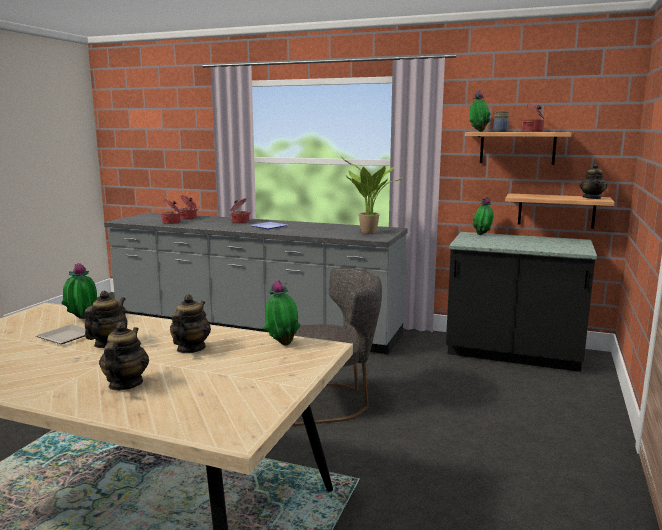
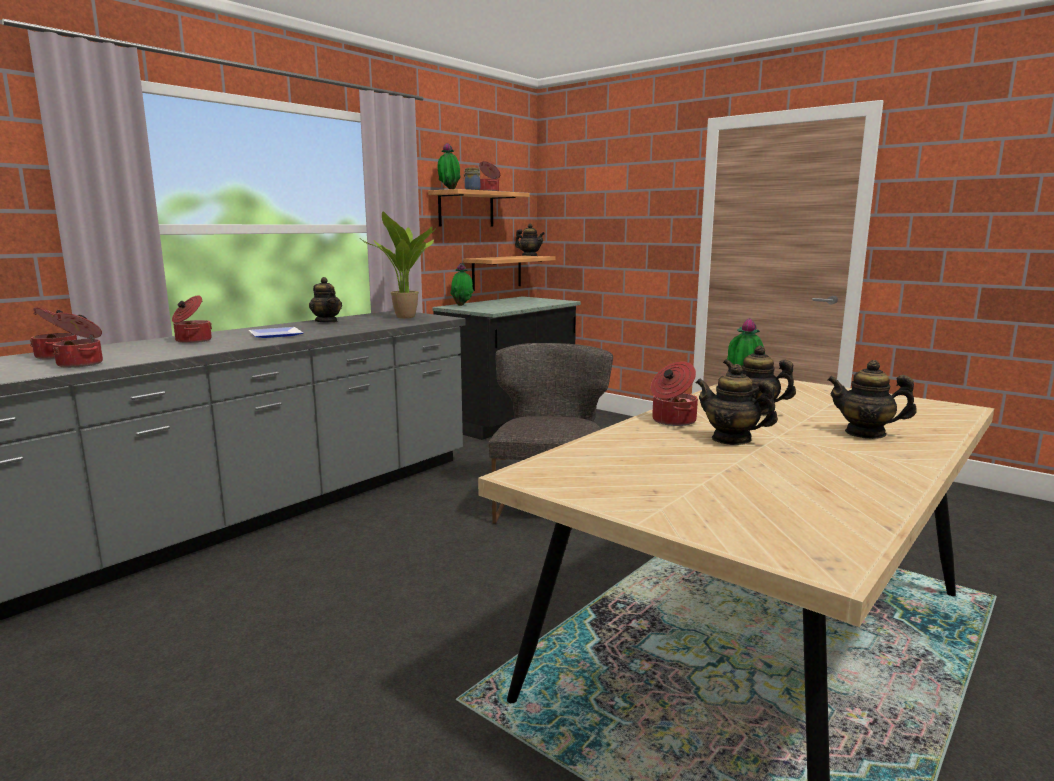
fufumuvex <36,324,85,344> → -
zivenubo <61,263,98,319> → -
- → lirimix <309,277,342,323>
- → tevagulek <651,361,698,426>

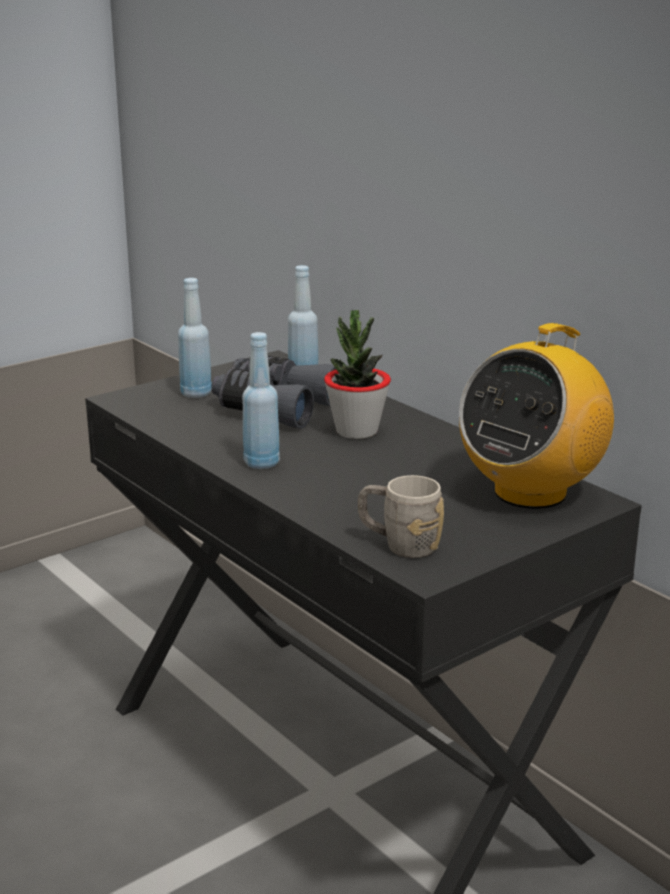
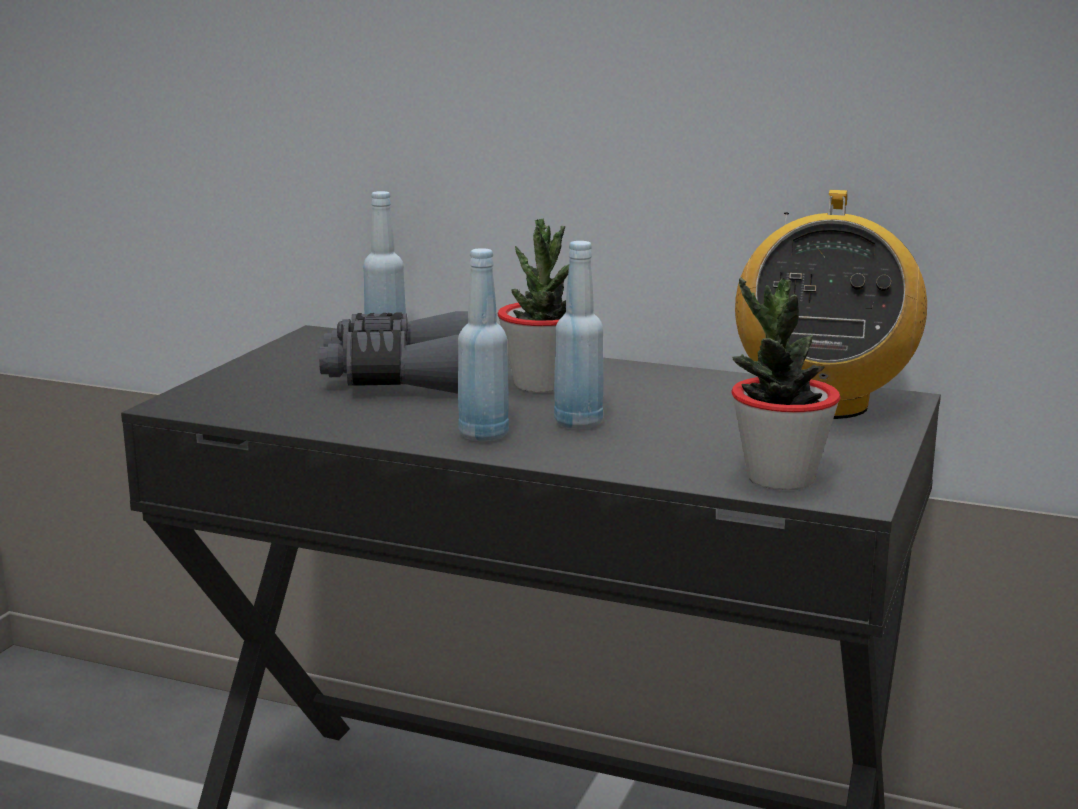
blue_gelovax <178,278,212,398> → blue_gelovax <554,241,603,429>, moved
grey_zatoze <358,475,444,558> → zivenubo <732,277,841,490>

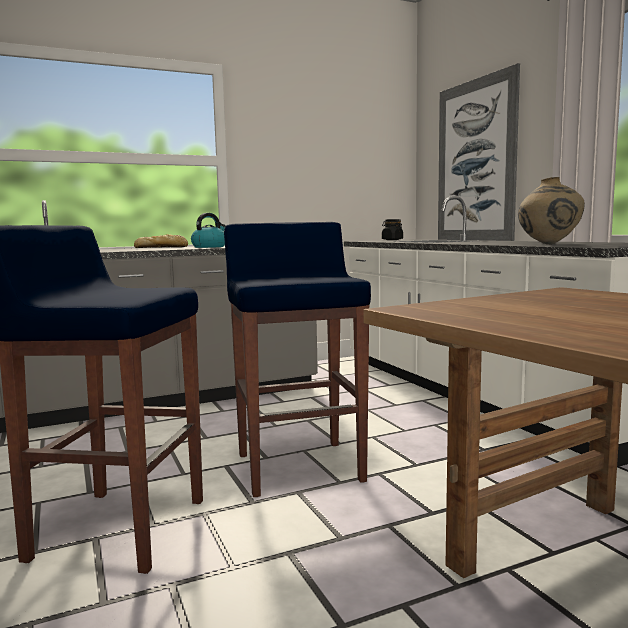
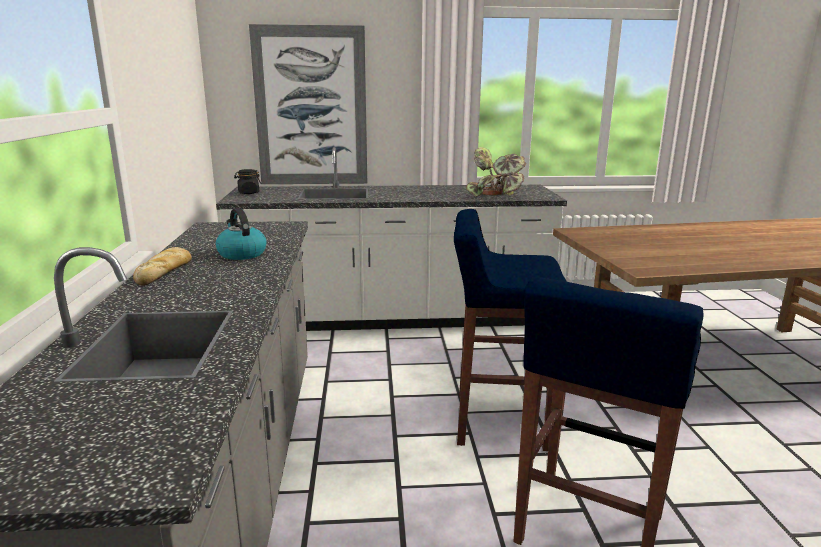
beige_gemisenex <518,177,585,245> → zivenubo <466,147,526,197>

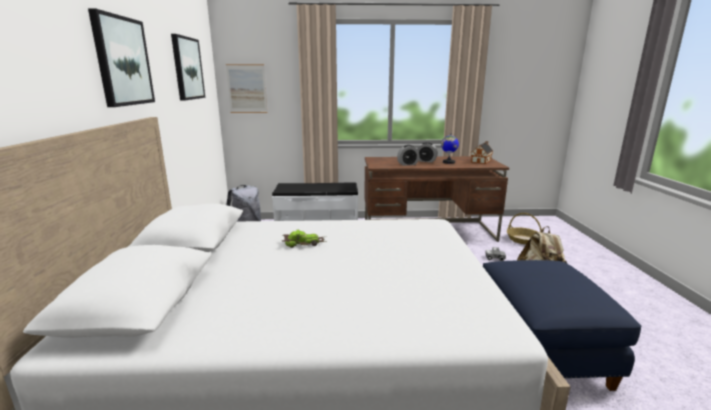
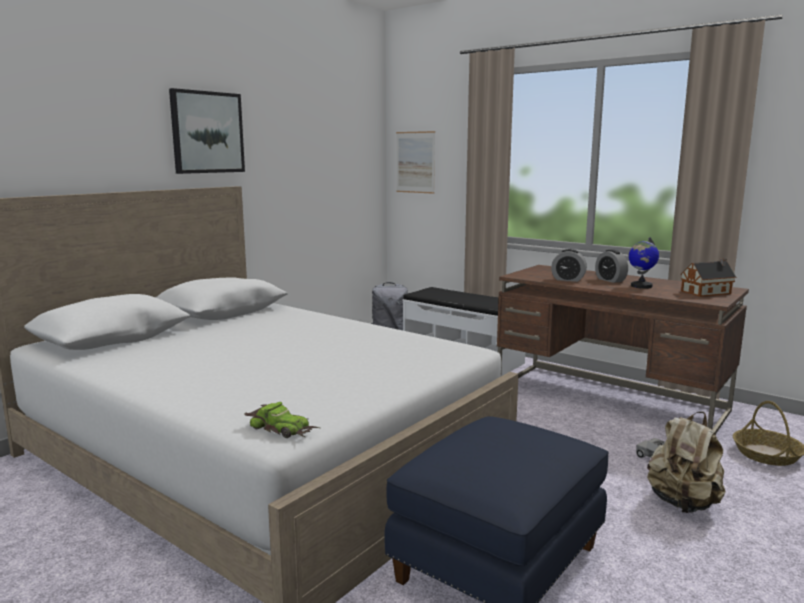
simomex <171,34,205,101> → -
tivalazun <282,230,325,248> → tivalazun <244,402,320,438>, moved

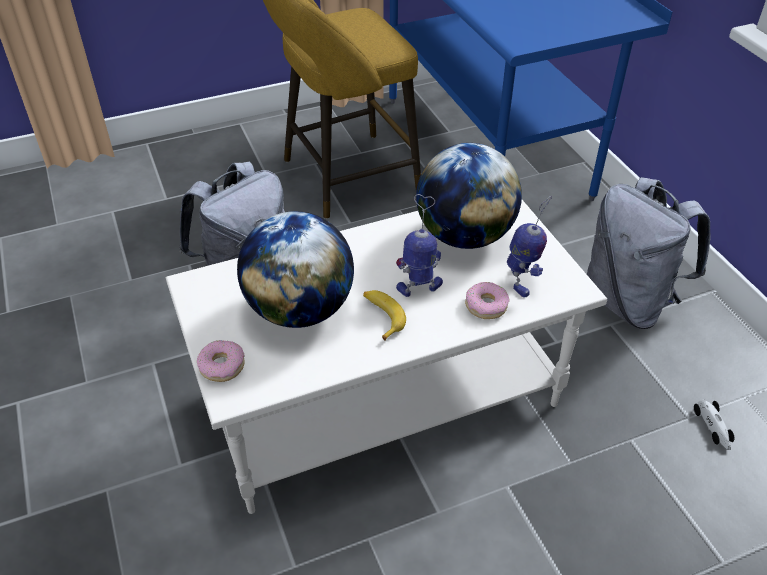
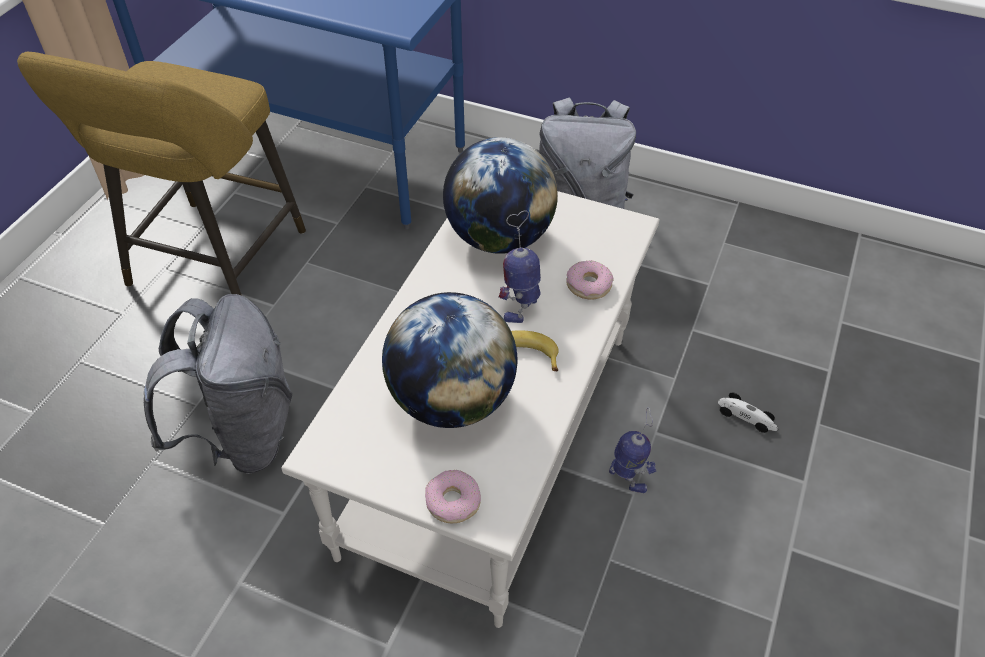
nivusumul <507,196,552,297> → nivusumul <609,408,656,493>, moved
tivalazun <694,400,734,450> → tivalazun <718,392,778,433>, moved

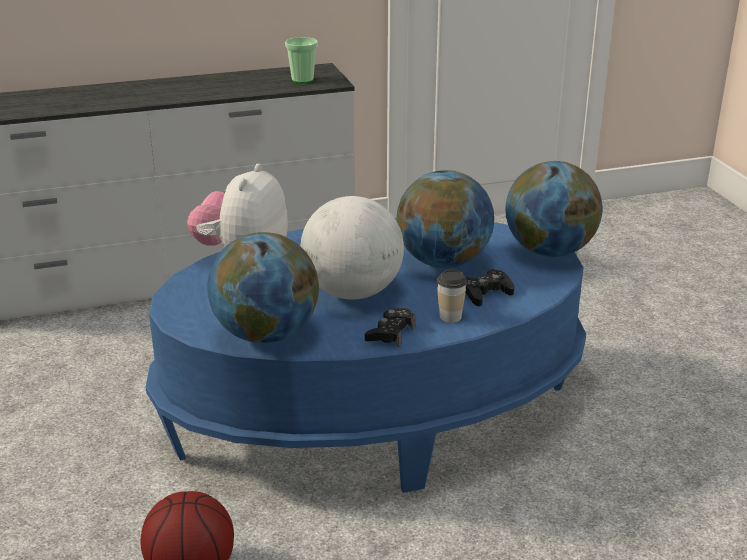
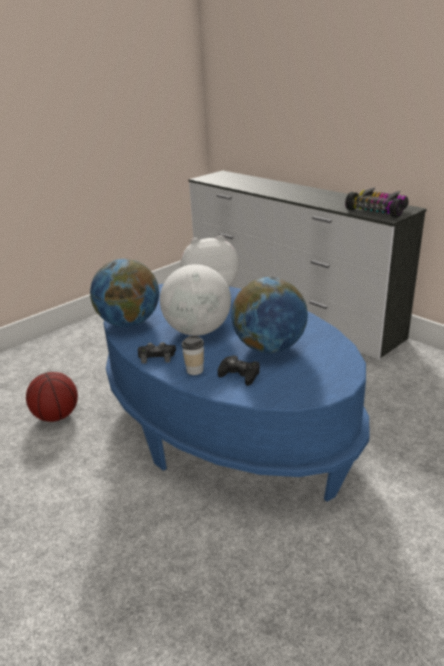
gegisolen <285,37,318,83> → tivalazun <345,187,409,218>
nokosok <506,161,602,257> → -

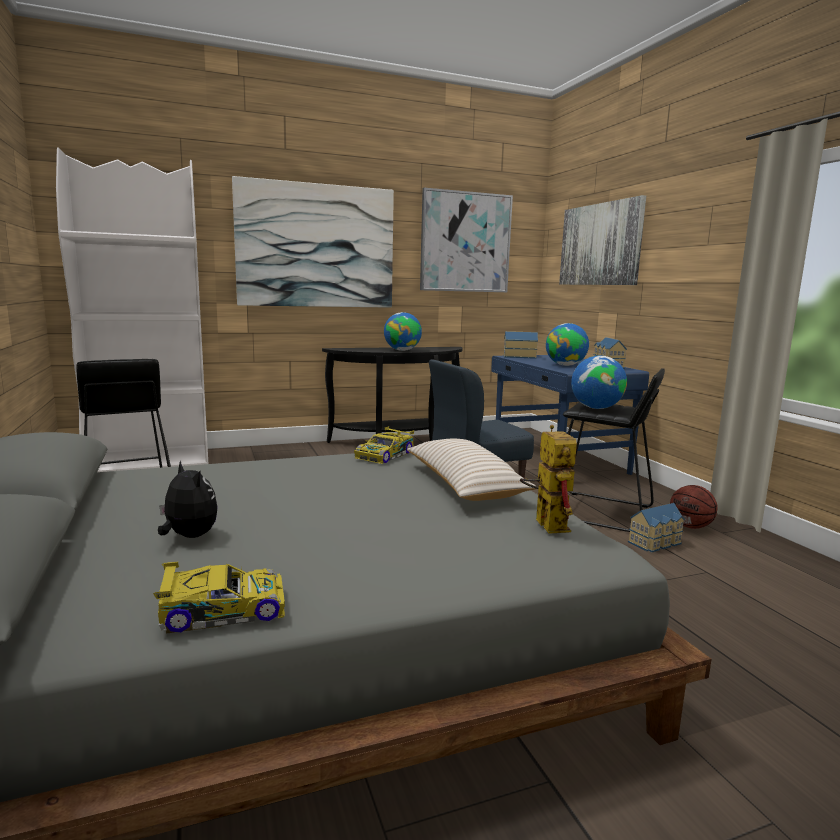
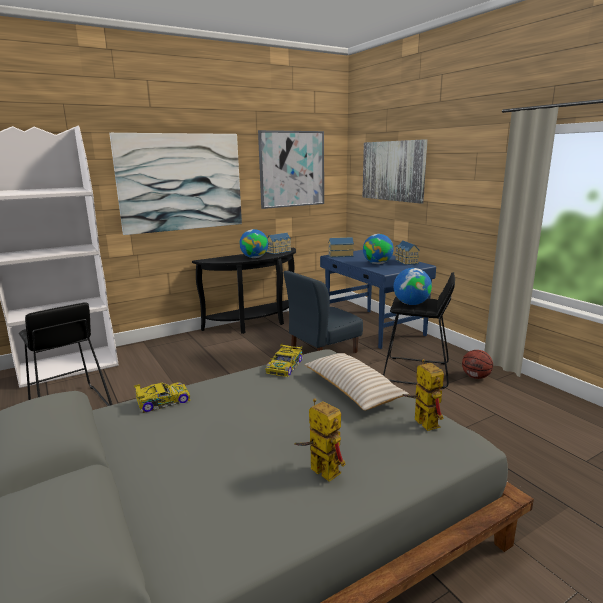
tivalazun <153,562,285,634> → tivalazun <134,383,190,413>, moved
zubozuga <158,461,217,538> → -
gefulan <628,503,685,552> → gefulan <266,233,291,254>, moved
- → nivusumul <294,398,346,482>

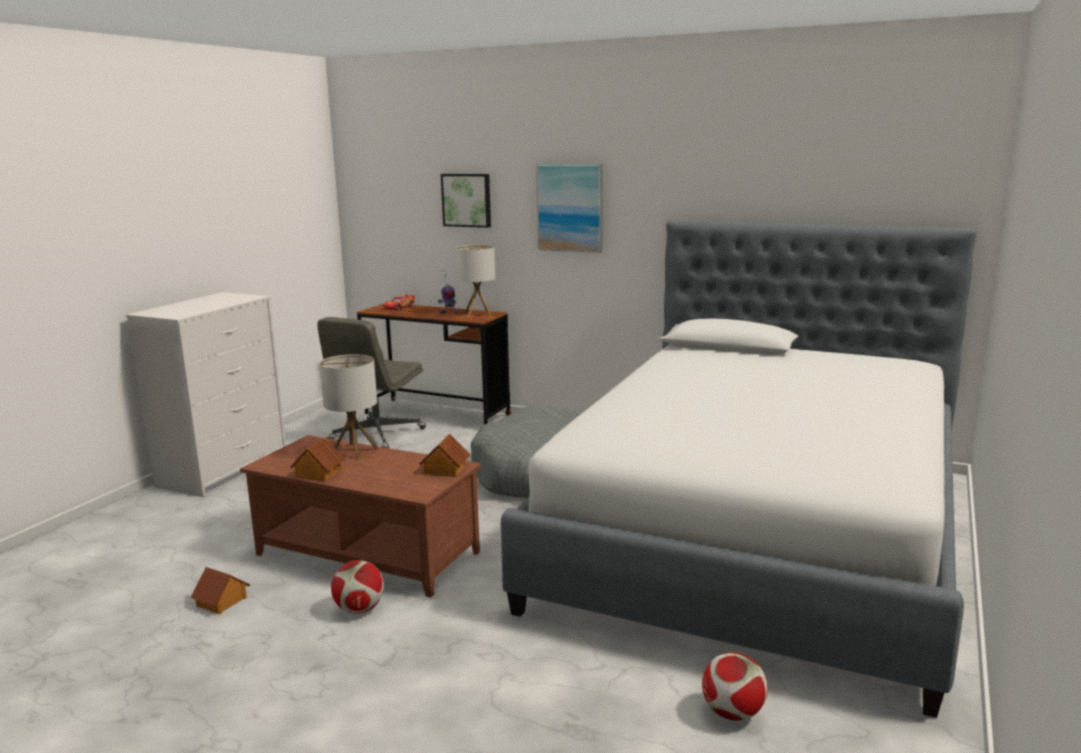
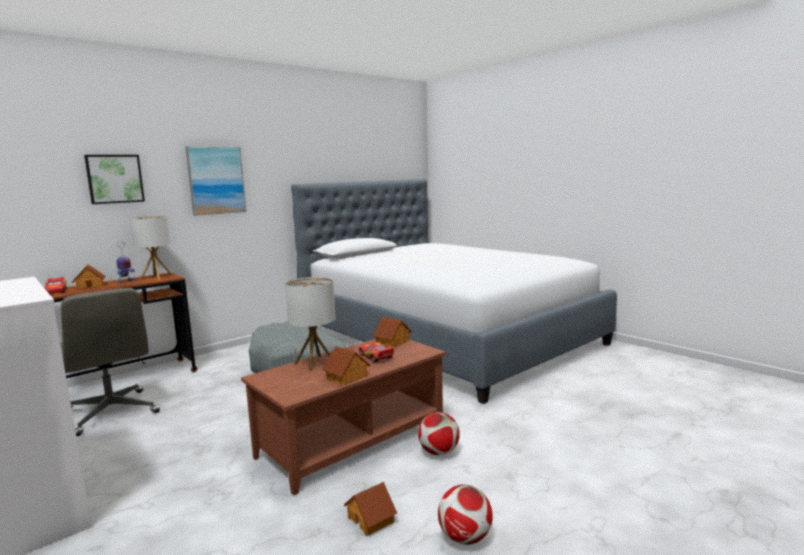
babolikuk <702,652,768,721> → babolikuk <438,484,493,545>, moved
- → gefulan <72,264,105,289>
- → tivalazun <359,343,394,362>

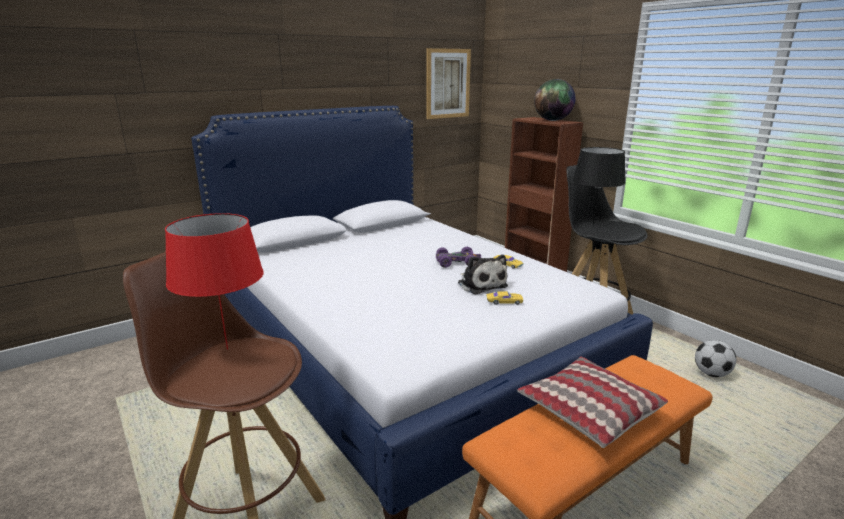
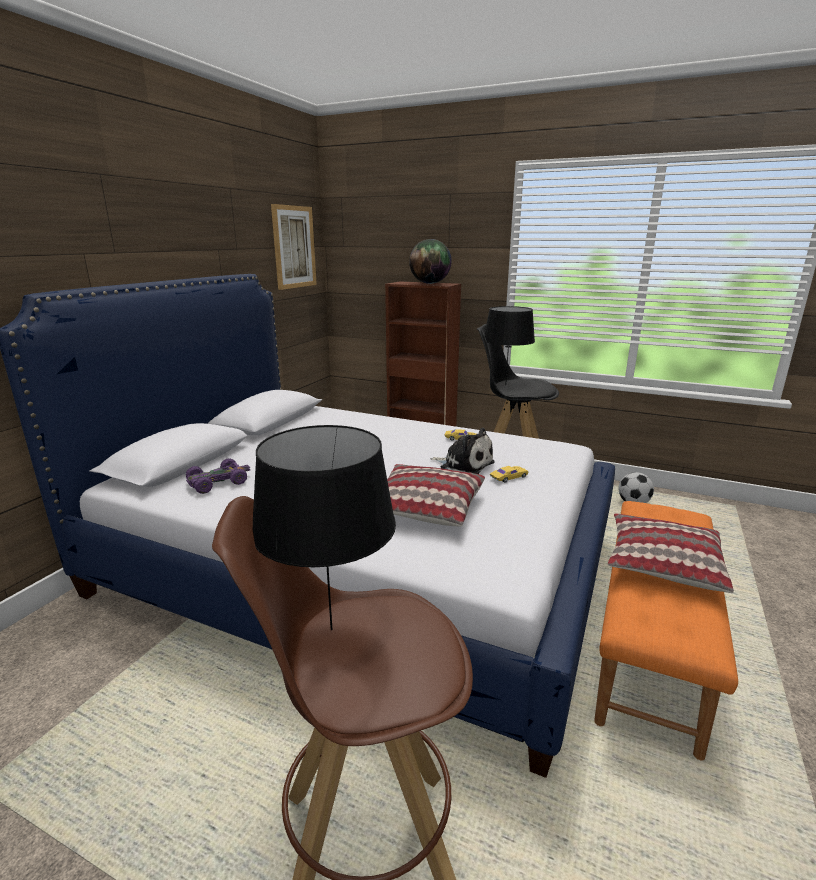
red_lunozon <165,213,264,350> → black_lunozon <253,425,396,630>
purple_tivalazun <436,247,481,268> → purple_tivalazun <186,458,250,494>, moved
- → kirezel <387,464,485,527>

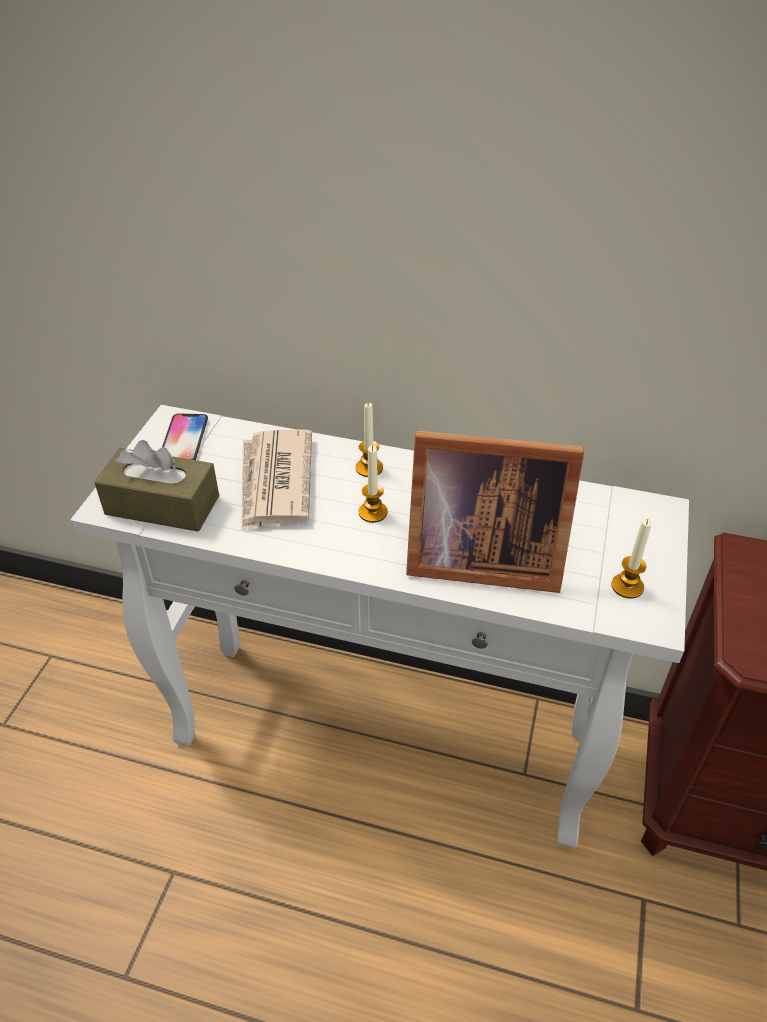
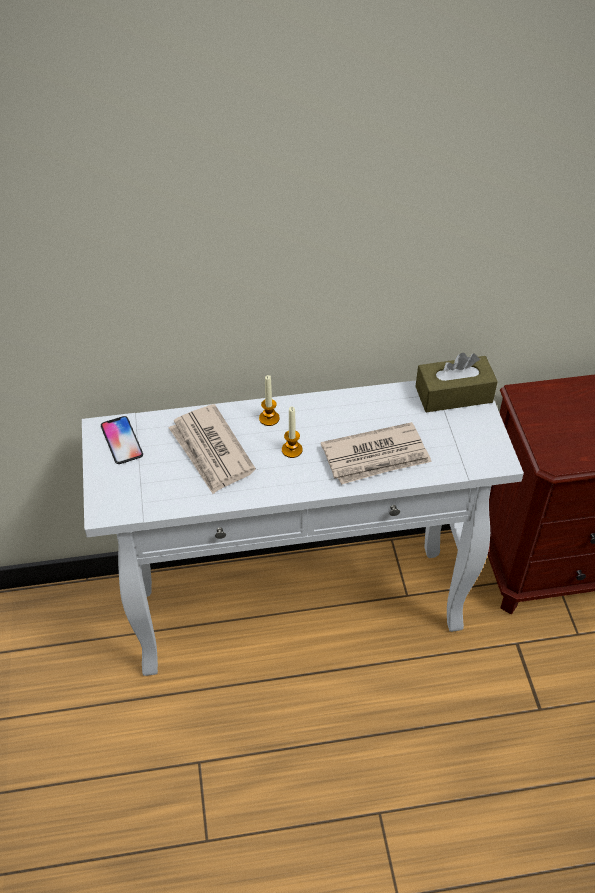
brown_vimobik <94,440,219,532> → brown_vimobik <415,353,498,412>, moved
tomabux <406,431,584,593> → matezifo <321,422,432,485>
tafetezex <611,518,652,599> → -

